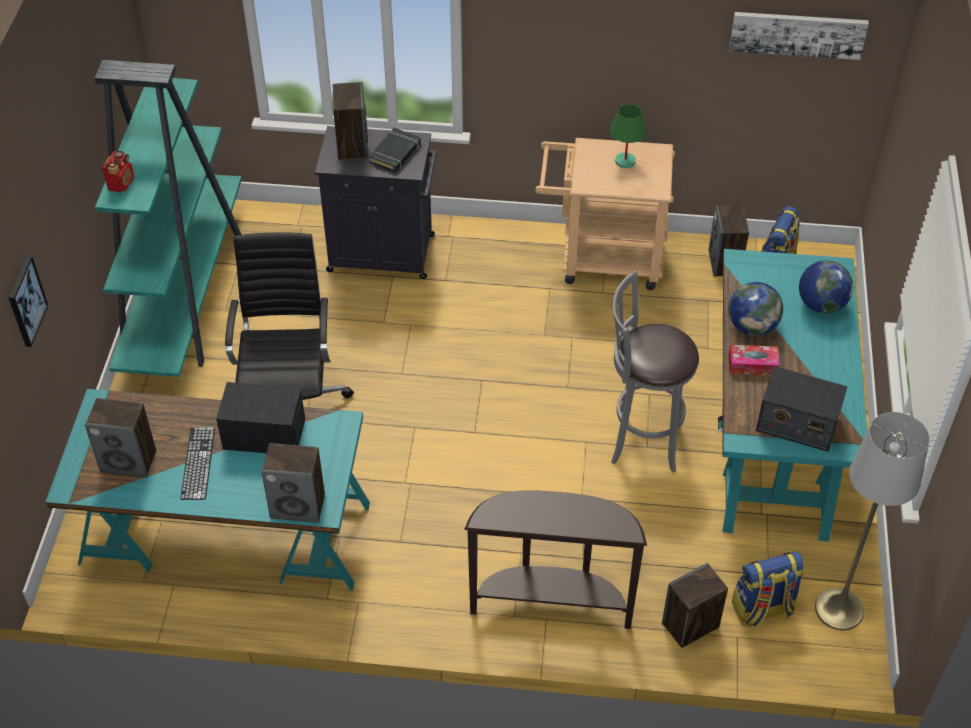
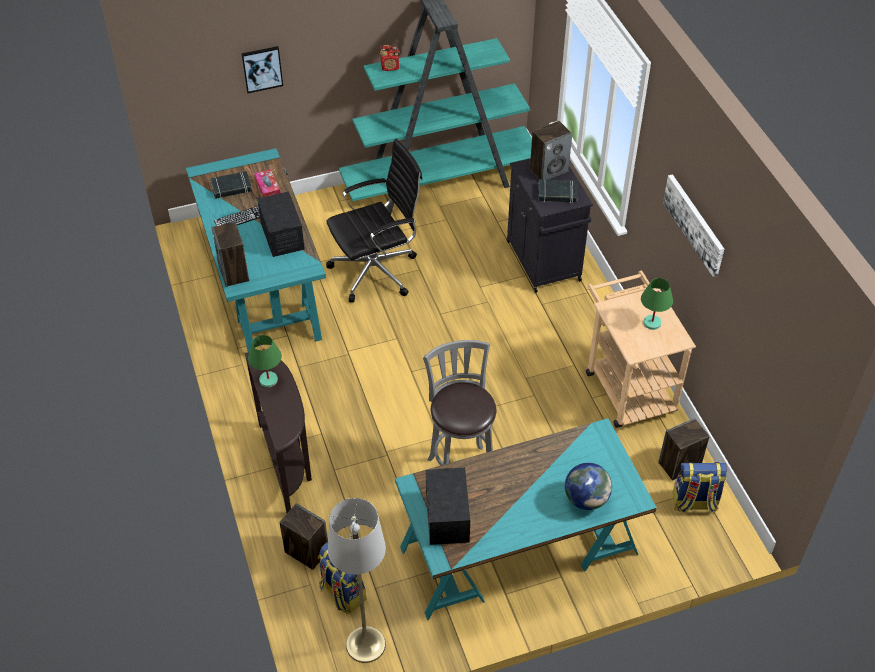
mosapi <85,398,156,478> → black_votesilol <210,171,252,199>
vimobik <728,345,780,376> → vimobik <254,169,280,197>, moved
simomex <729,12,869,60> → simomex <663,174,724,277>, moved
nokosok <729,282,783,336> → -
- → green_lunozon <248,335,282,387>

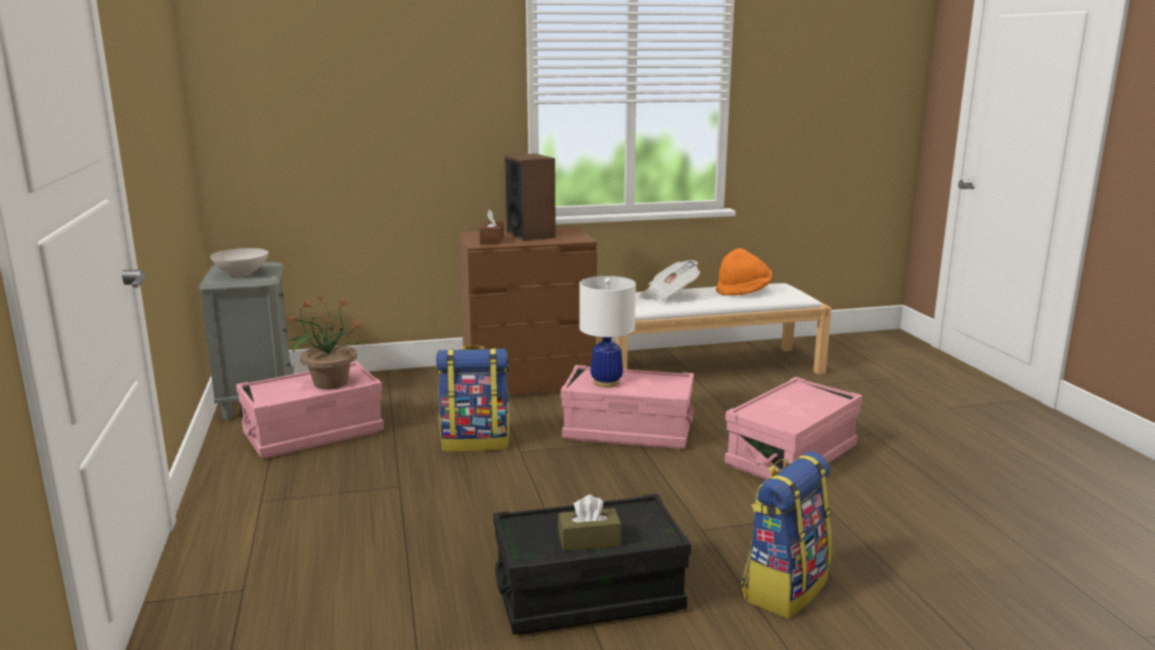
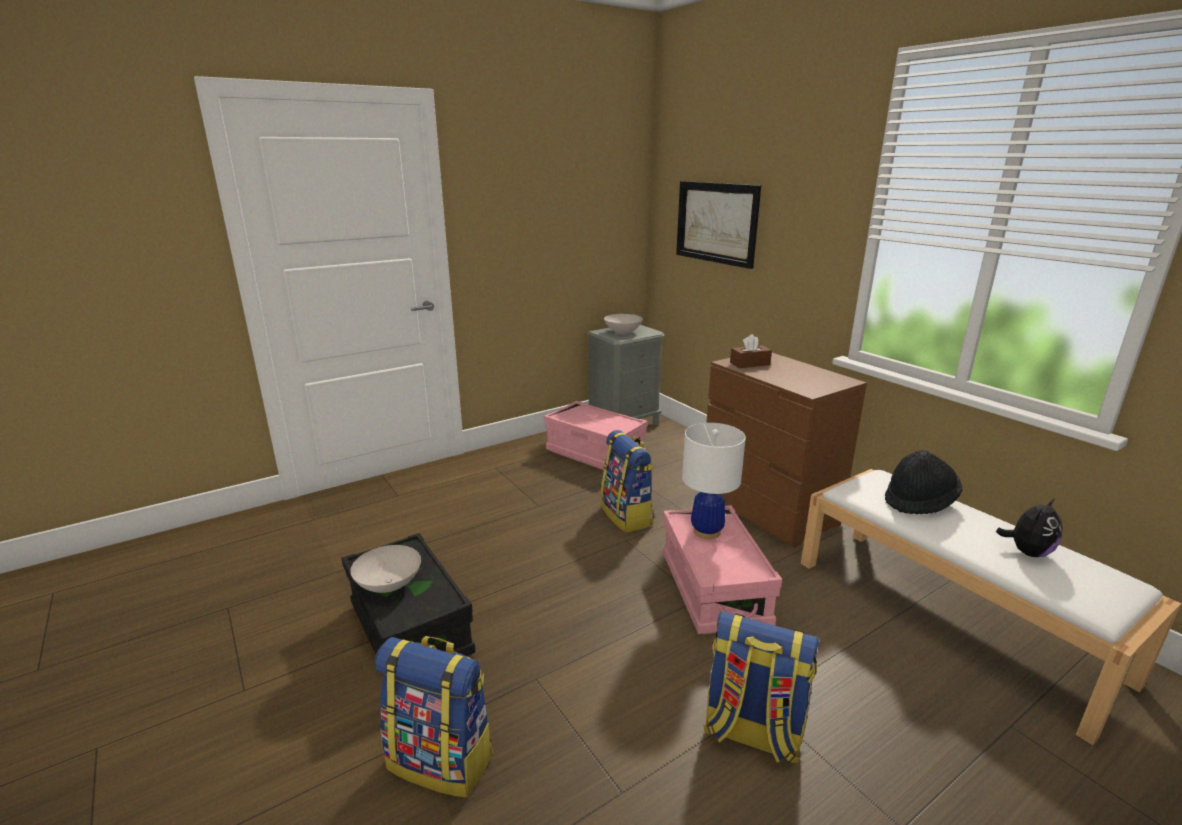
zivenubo <286,295,364,390> → -
mosapi <504,154,556,241> → -
brown_vimobik <558,495,621,551> → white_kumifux <350,545,421,593>
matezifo <639,260,700,301> → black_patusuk <885,450,962,514>
orange_patusuk <716,248,772,296> → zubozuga <996,498,1063,557>
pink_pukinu <725,377,862,479> → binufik <704,611,820,764>
- → simomex <676,181,761,269>

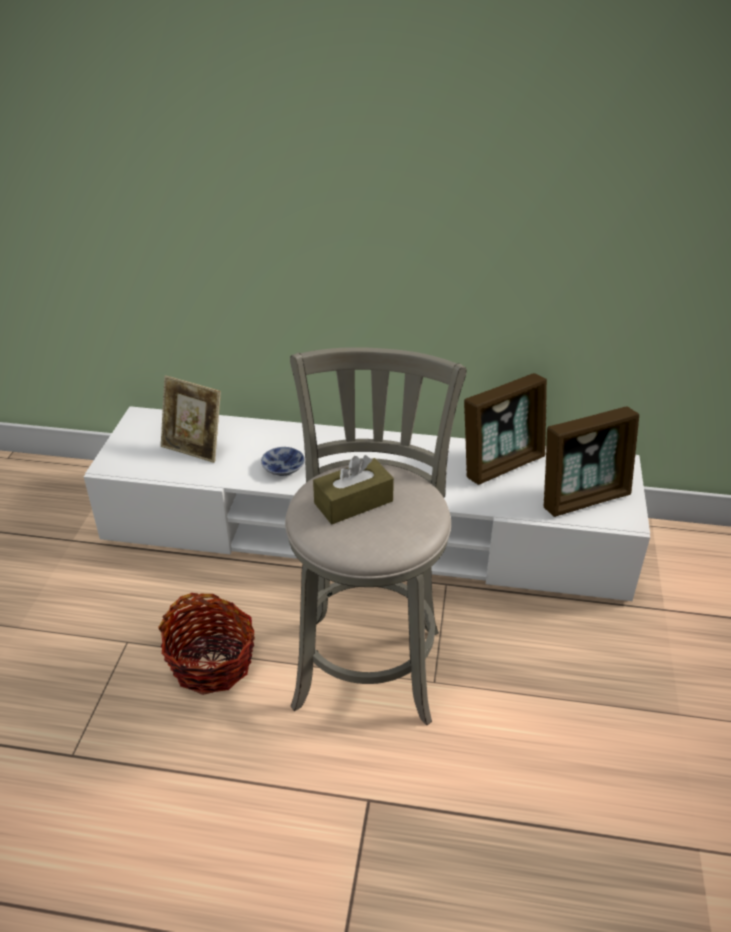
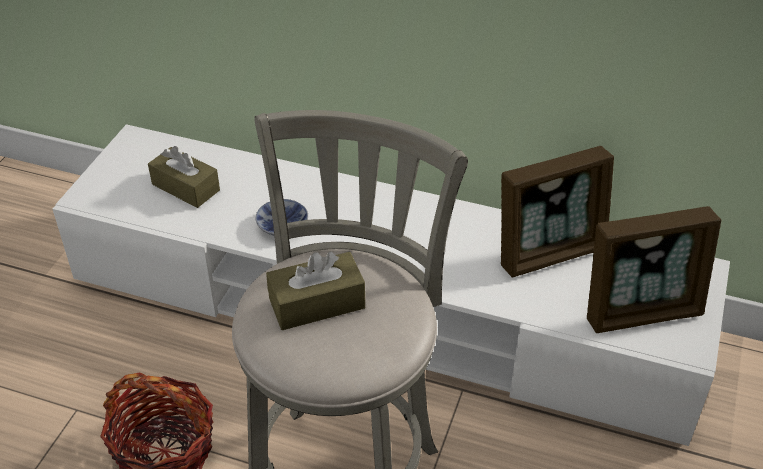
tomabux <161,375,221,463> → brown_vimobik <148,146,220,208>

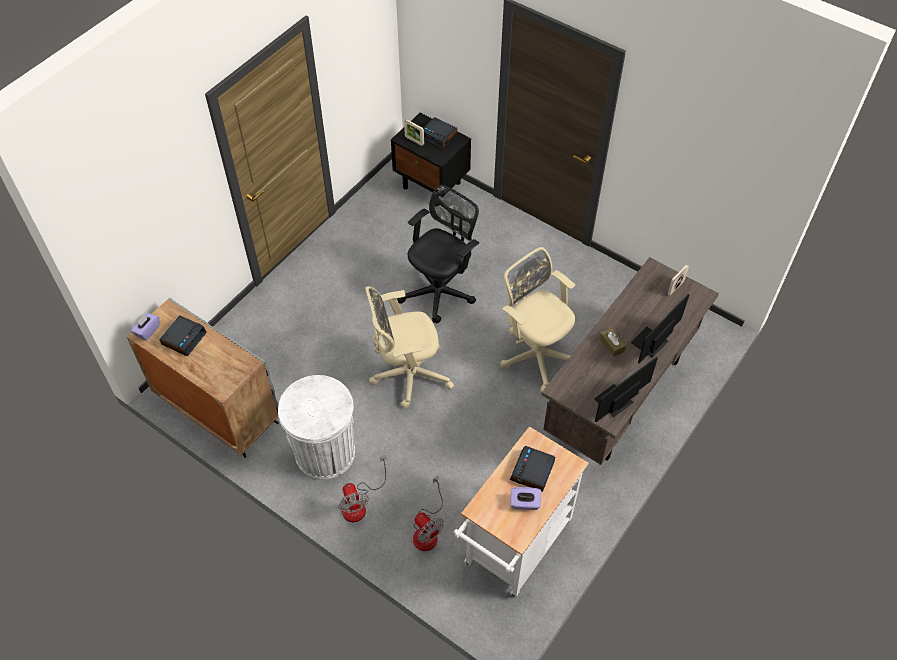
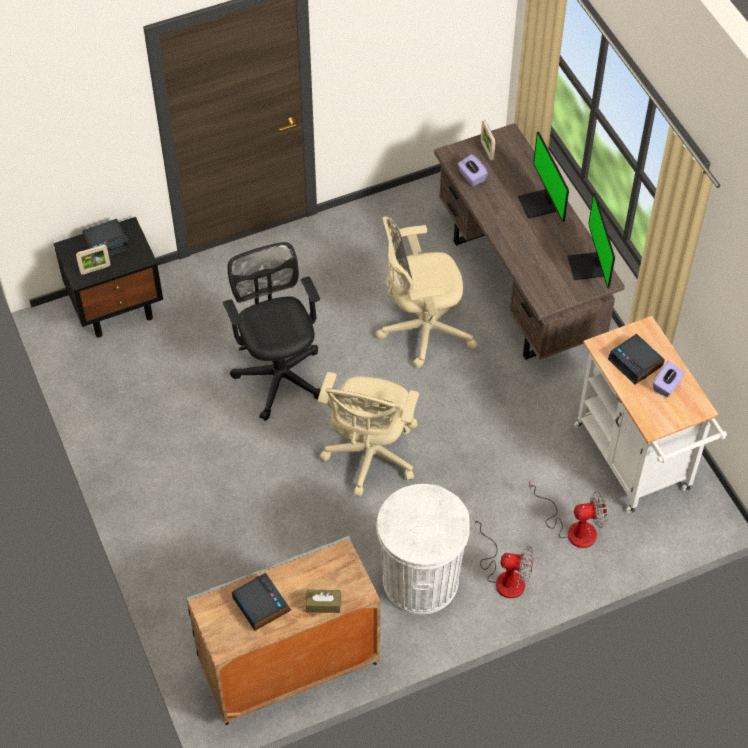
purple_vimobik <131,313,160,340> → purple_vimobik <458,154,488,186>, moved
brown_vimobik <600,328,626,357> → brown_vimobik <306,590,341,613>, moved

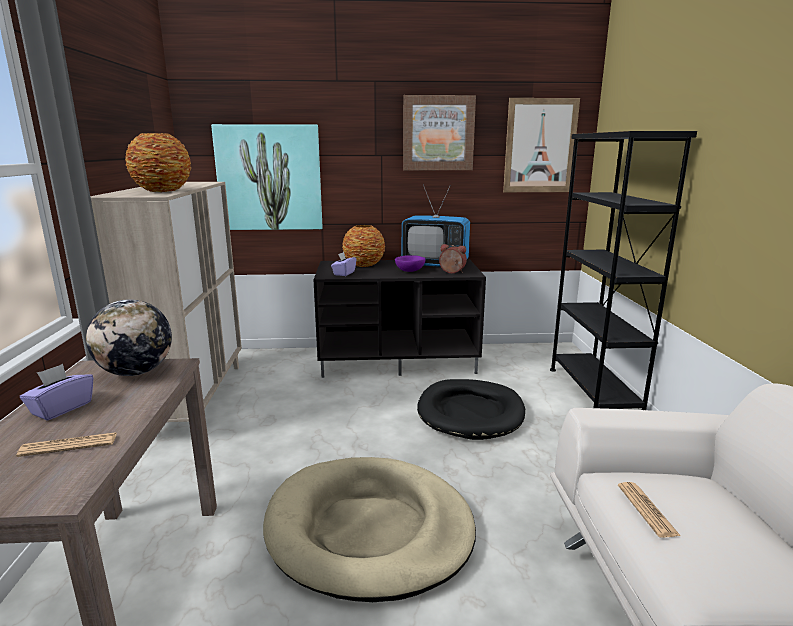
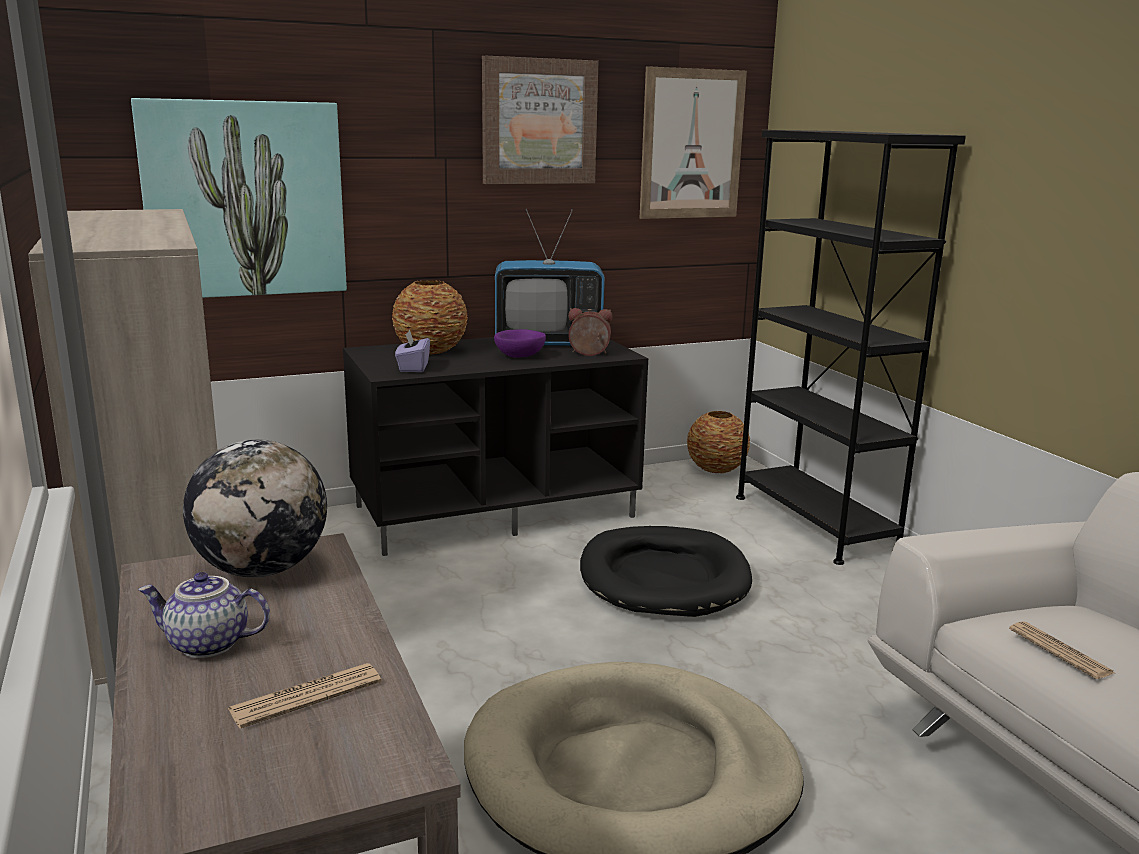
purple_vimobik <20,364,93,421> → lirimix <138,572,270,658>
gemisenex <125,133,191,192> → gemisenex <687,411,750,473>, moved

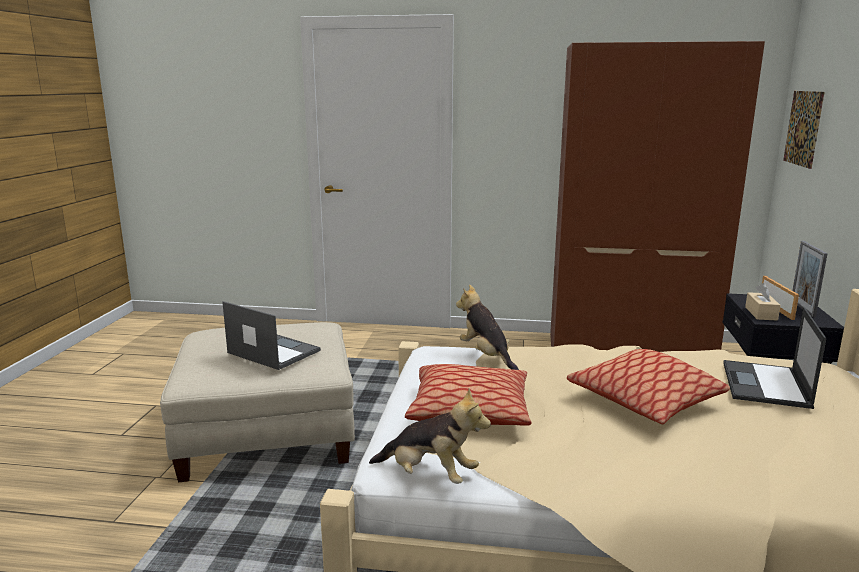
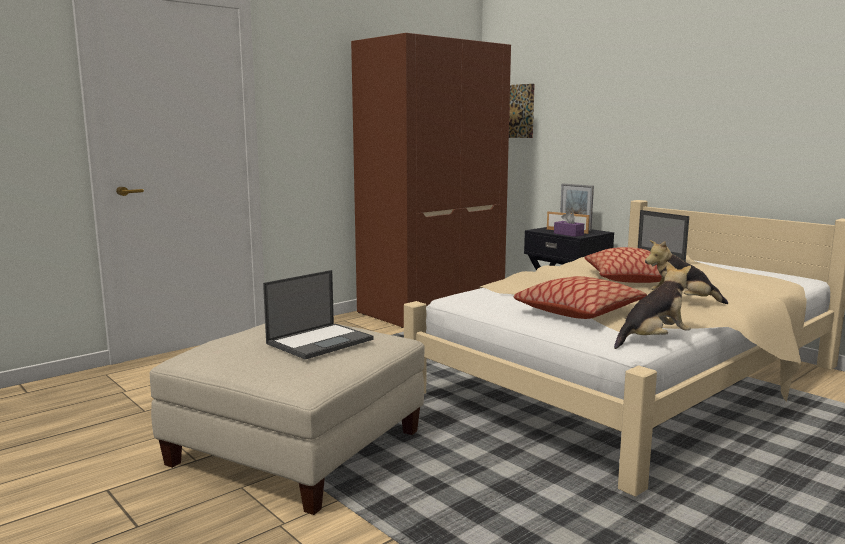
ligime <222,301,321,370> → ligime <263,270,373,360>, 150 degrees clockwise
zubozuga <456,285,519,370> → zubozuga <645,240,728,304>, moved
beige_vimobik <745,283,781,321> → purple_vimobik <554,212,584,237>

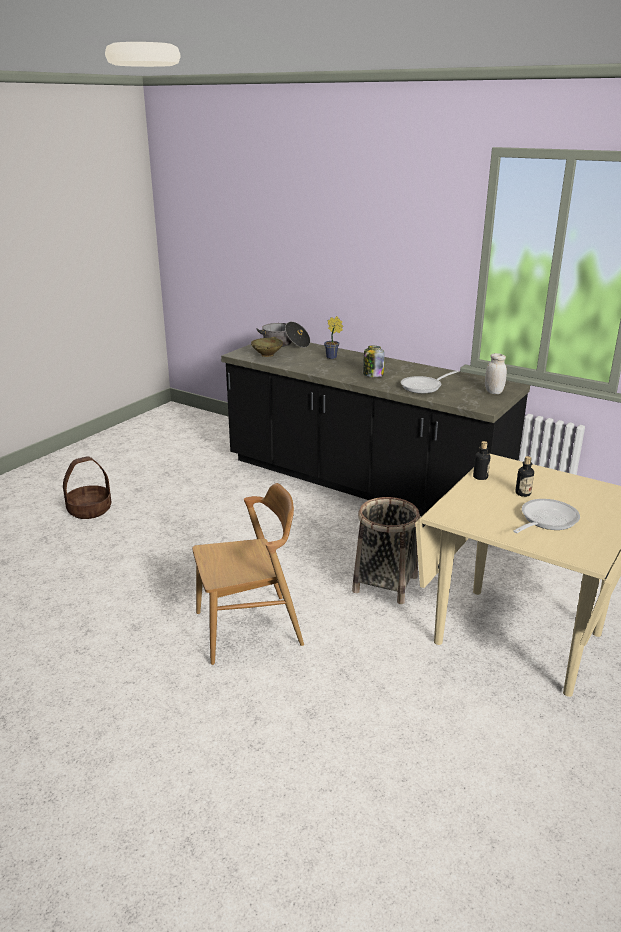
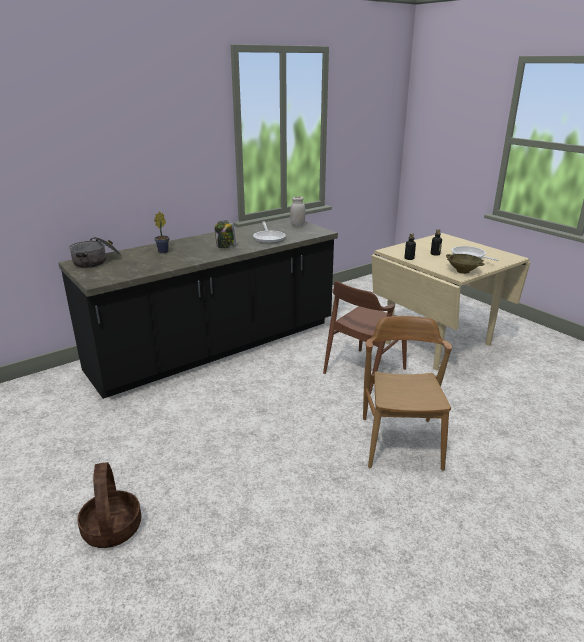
beige_kumifux <251,337,283,357> → beige_kumifux <446,254,484,274>, moved
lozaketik <352,497,420,604> → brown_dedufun <323,281,407,394>

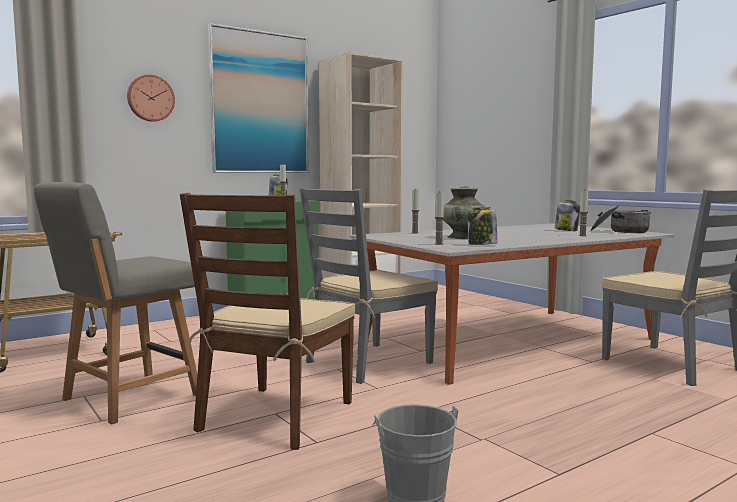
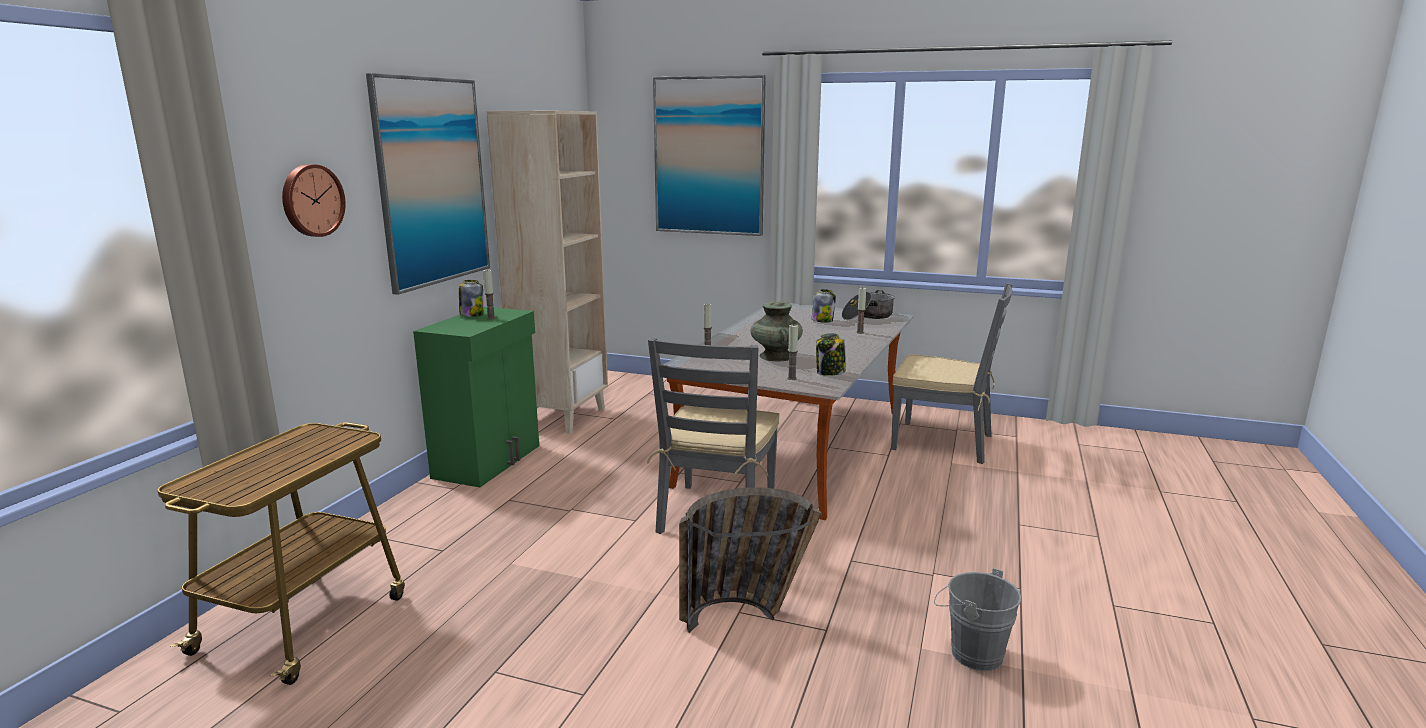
grey_dedufun <34,182,197,424> → -
brown_dedufun <180,193,356,450> → lozaketik <679,487,822,633>
- → simomex <653,75,766,236>

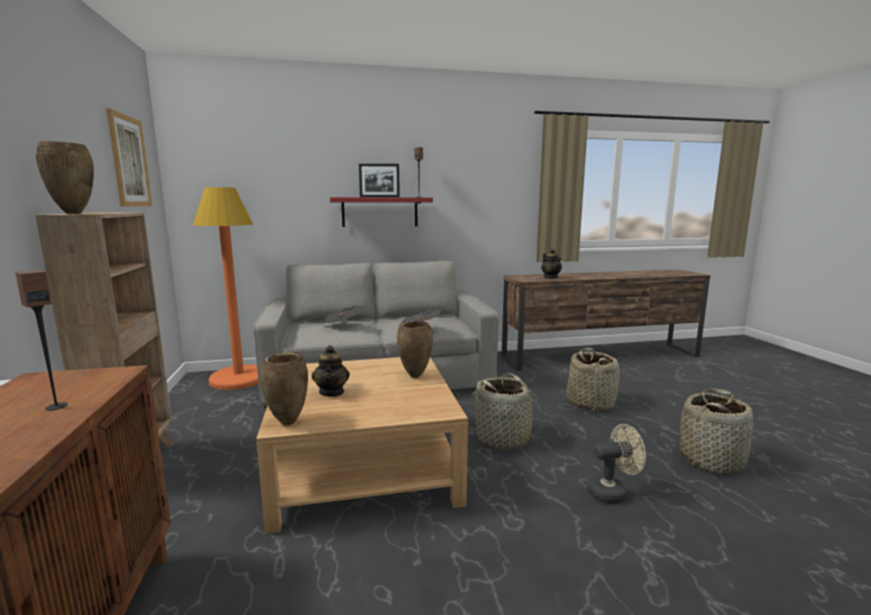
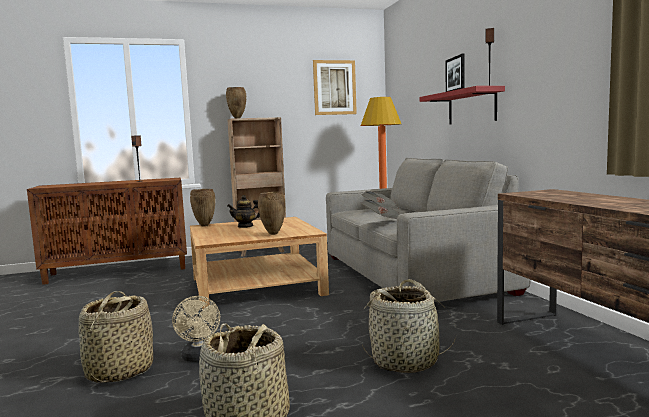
lozaketik <469,373,546,450> → lozaketik <78,291,153,383>, moved
lirimix <541,249,562,279> → -

